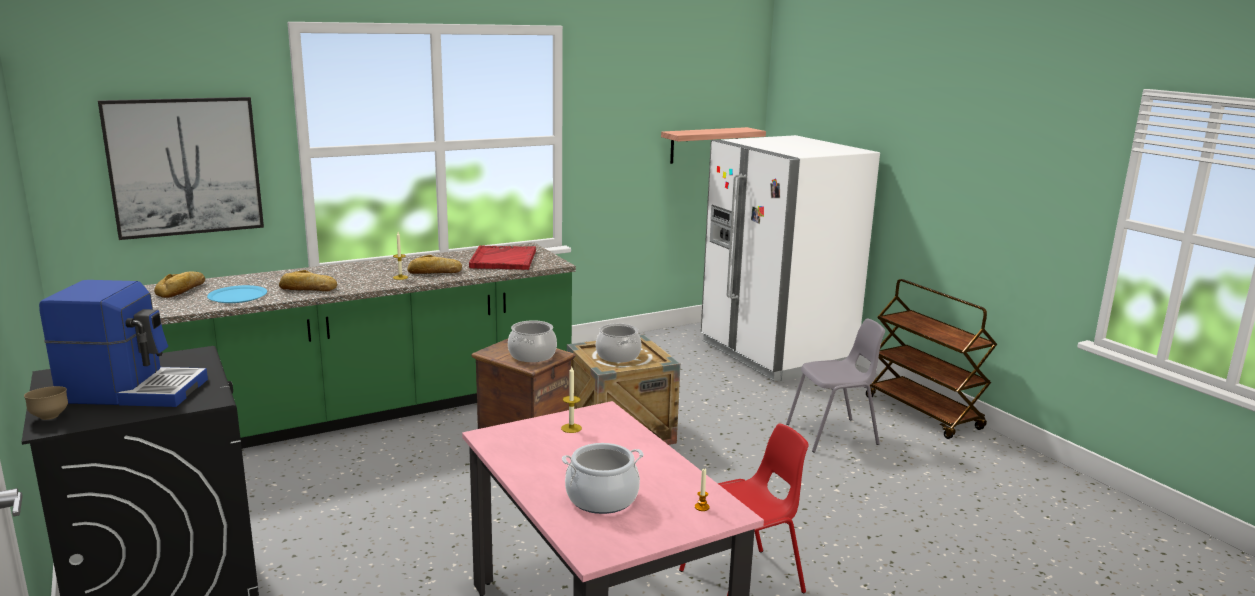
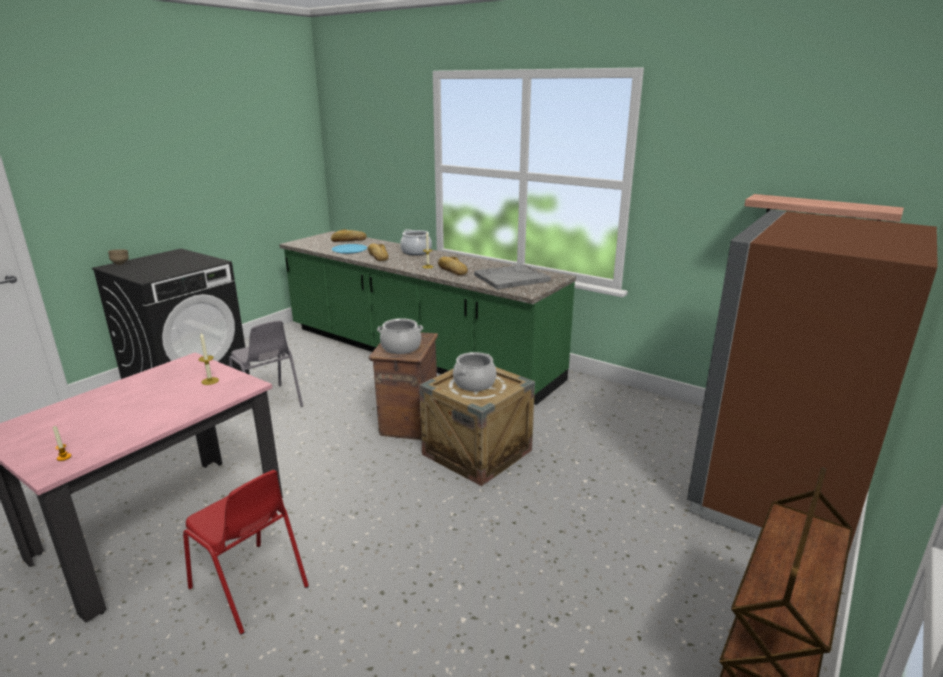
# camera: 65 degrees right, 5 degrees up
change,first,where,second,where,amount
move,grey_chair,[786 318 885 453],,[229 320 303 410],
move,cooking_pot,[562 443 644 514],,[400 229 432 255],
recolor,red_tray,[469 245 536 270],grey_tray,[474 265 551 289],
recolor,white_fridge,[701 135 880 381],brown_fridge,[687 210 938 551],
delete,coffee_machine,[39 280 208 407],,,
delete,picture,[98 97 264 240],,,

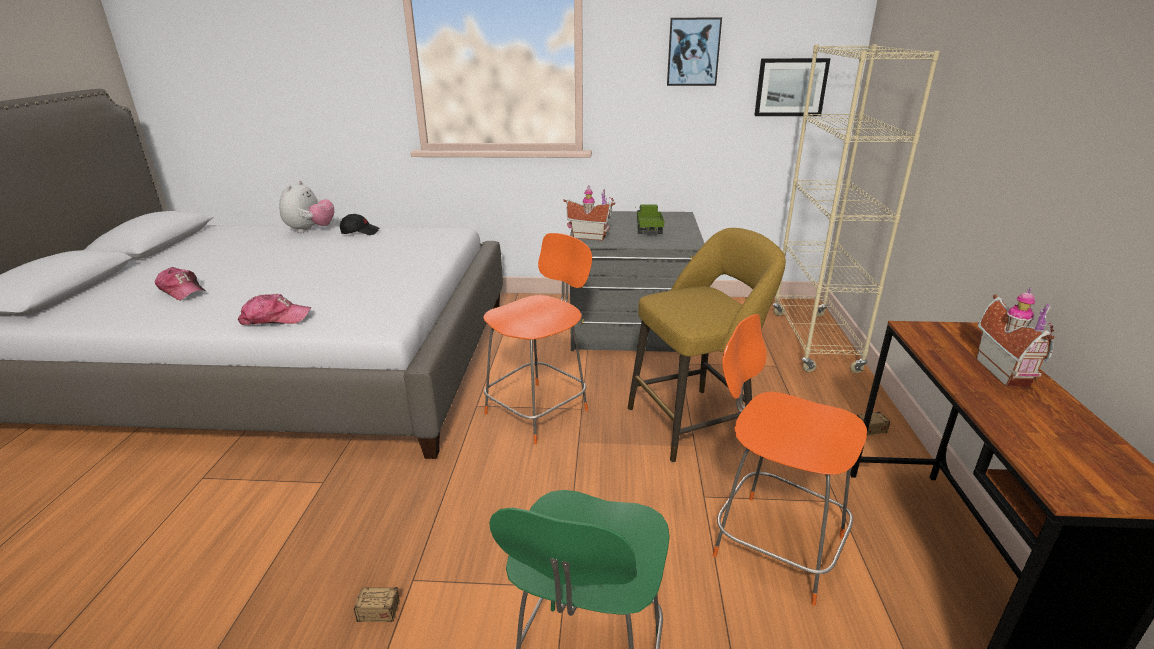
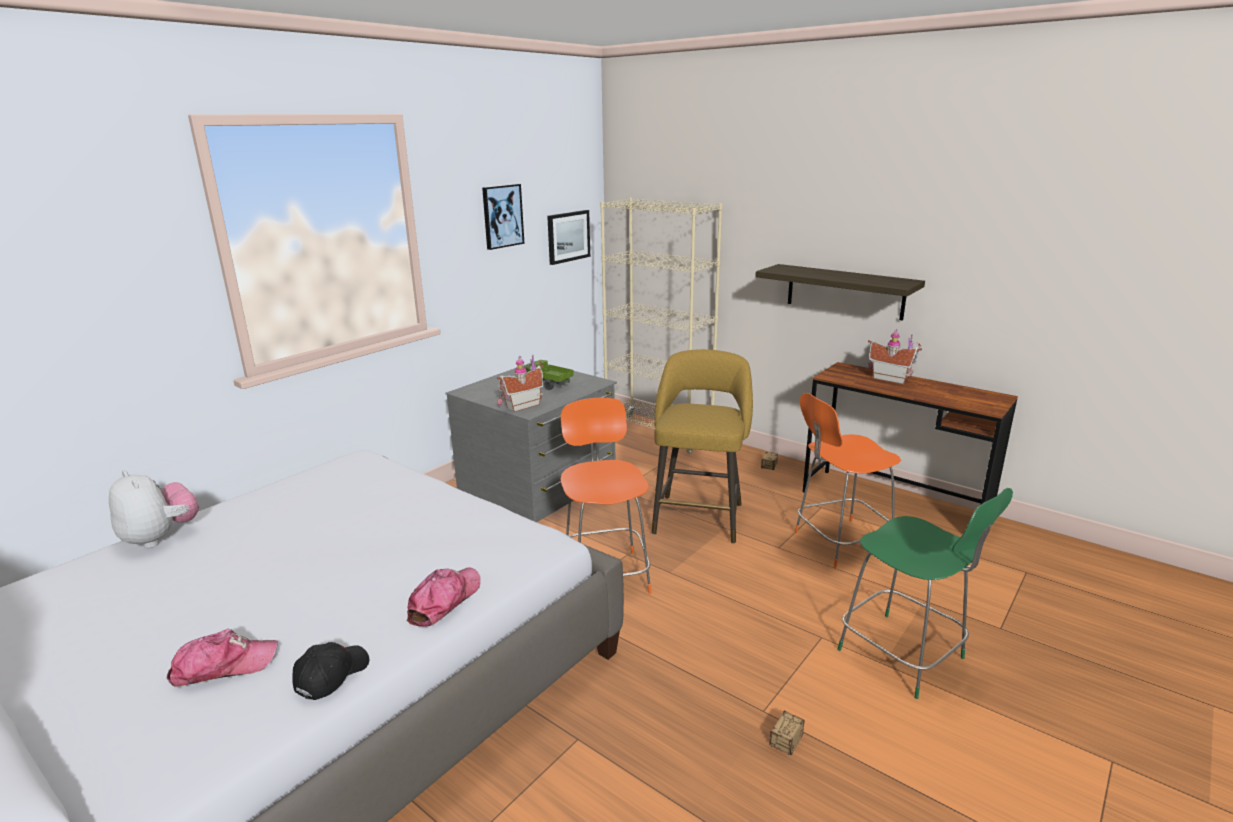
# camera: 55 degrees left, 5 degrees down
change,first,where,second,where,amount
move,black_cap,[340 214 379 235],,[292 642 369 700],
insert,,,shelf,[755 264 925 321],

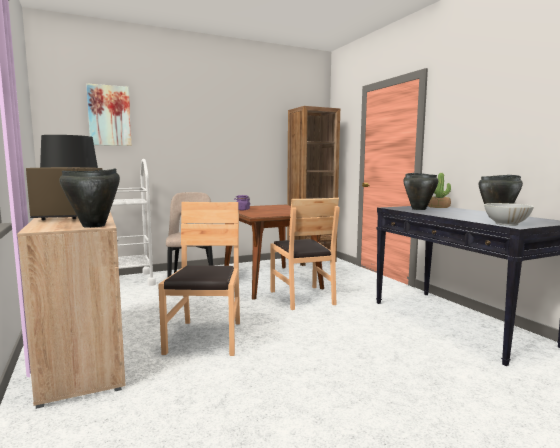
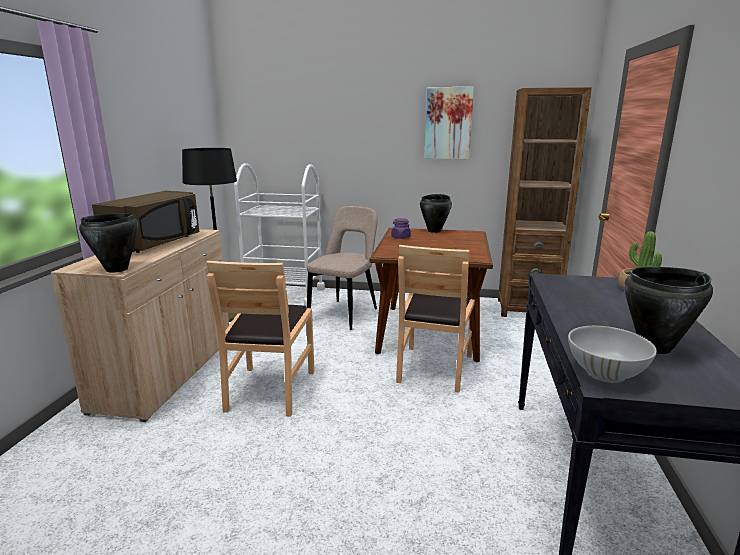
# camera: 35 degrees right, 10 degrees up
change,first,where,second,where,amount
rotate,brown_chair,[158 202 240 356],,[206 260 315 417],150 degrees clockwise
move,black_cooking_pot,[403 173 438 210],,[420 194 452 233],
move,picture,[86 83 132 146],,[425 87 474 159],

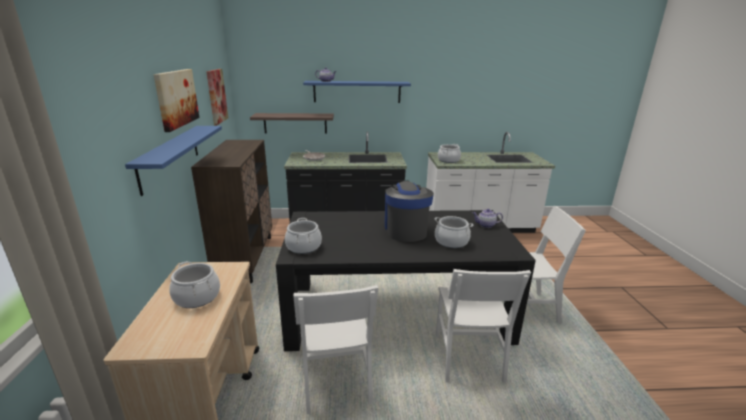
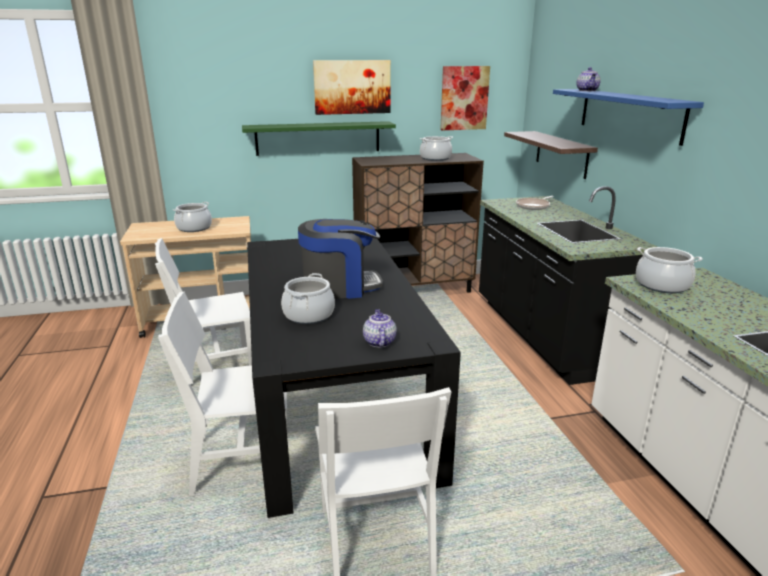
# camera: 80 degrees right, 0 degrees up
change,first,where,second,where,amount
recolor,blue_shelf,[125 126 222 196],green_shelf,[242 121 396 156],
move,cooking_pot,[285 218 322 254],,[420 136 453 161],

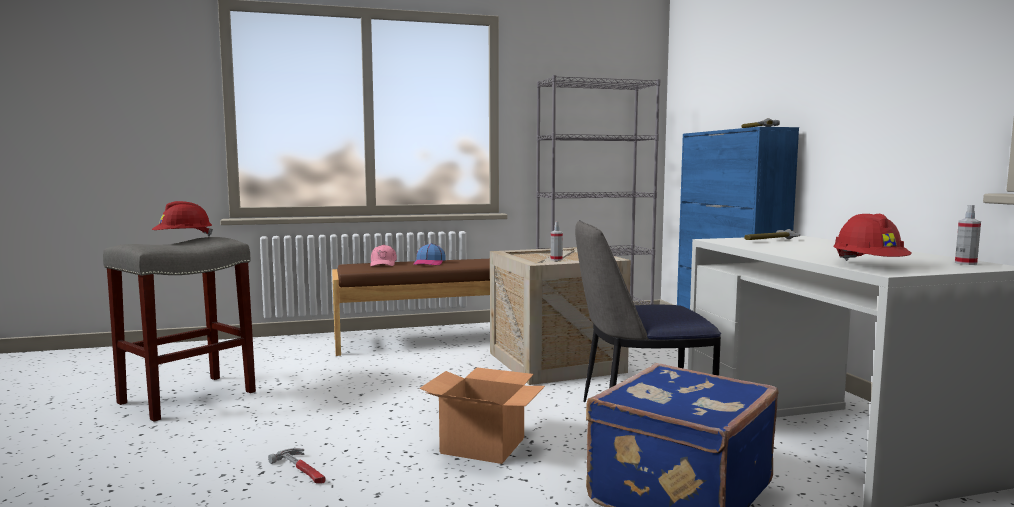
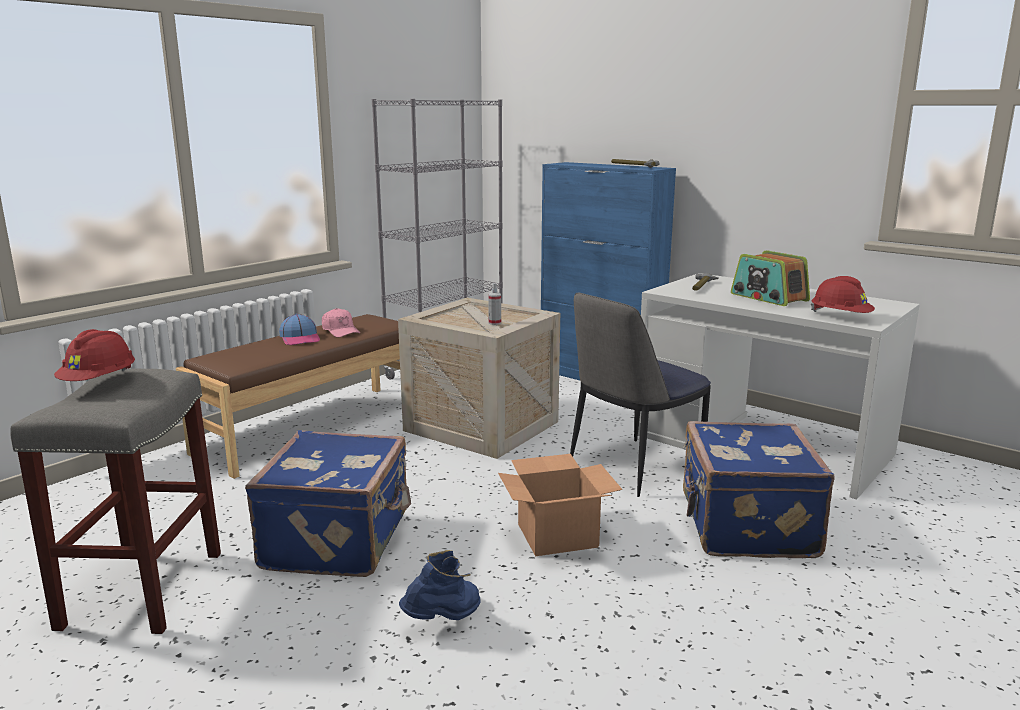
# camera: 35 degrees left, 10 degrees up
change,first,where,second,where,amount
insert,,,blue_suitcase,[245 430 411 577],
move,pink_cap,[370 244 397 267],,[322 308 360 337],
replace,hammer,[268 448 326 483],blue_boot,[399 550 480 620],
insert,,,radio,[731 250 810 306],
delete,spray_bottle,[955 205 981 265],,,

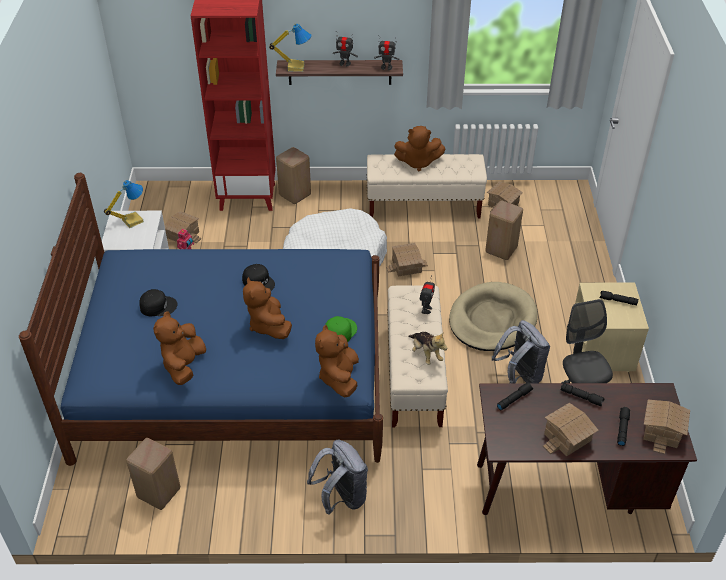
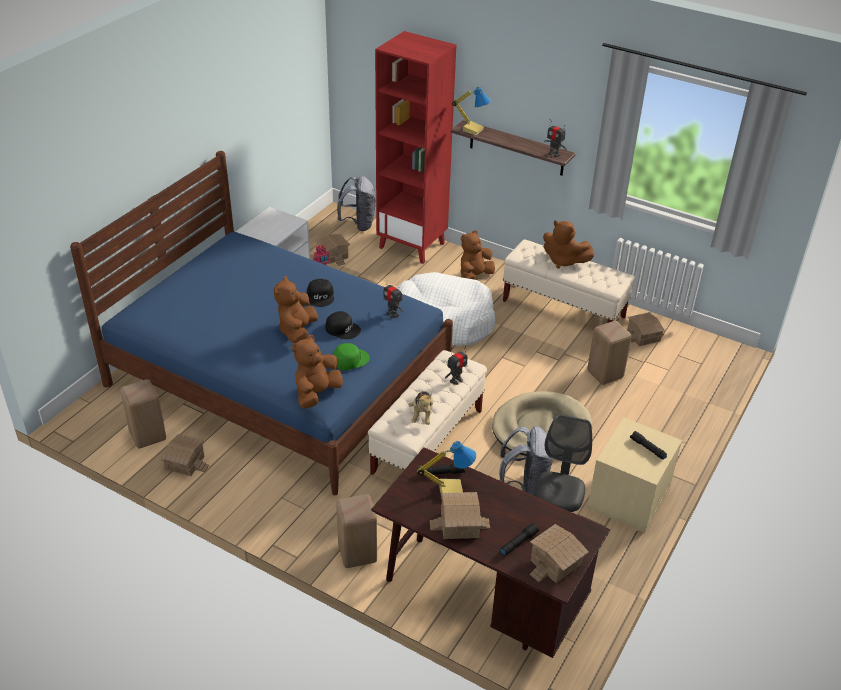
# camera: 30 degrees right, 5 degrees down
change,first,where,second,where,amount
move,toy_house,[386 243 428 276],,[161 434 209 476],
move,black_cap,[139 289 177 316],,[325 311 361 339],
move,beige_stool,[276 147 311 204],,[336 494 377 568],
move,grey_backpack,[307 440 368 515],,[337 176 375 231],
move,toy_robot,[333 33 358 66],,[383 278 404 318],
move,table_lamp,[104 180 144 228],,[416 441 476 498],
move,brown_plush_toy,[153 311 206 385],,[460 230 495 280],
delete,black_flashlight,[561 383 605 407],,,

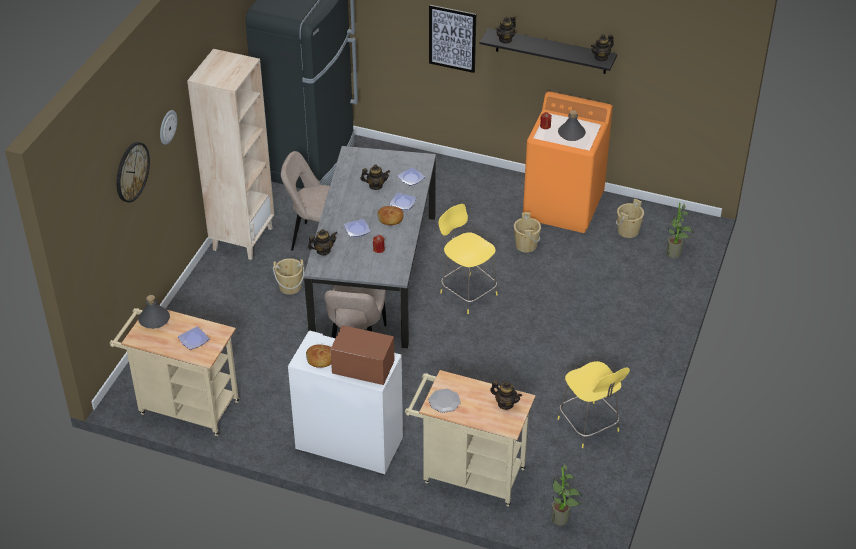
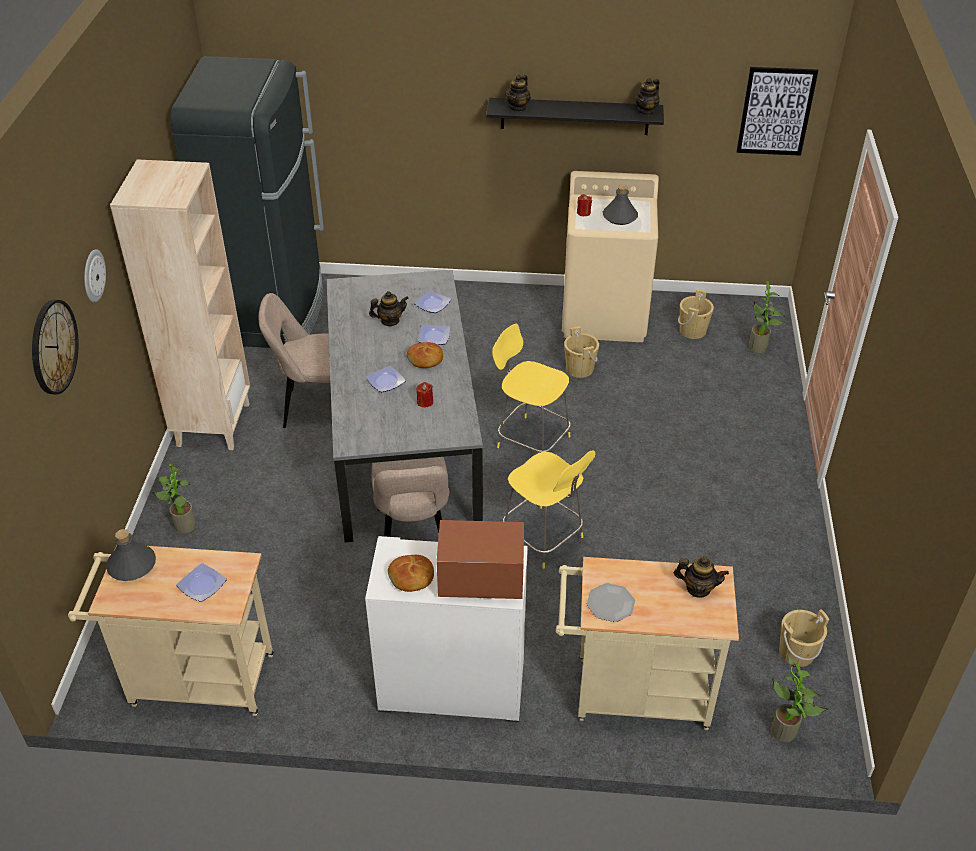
# camera: 15 degrees left, 0 degrees up
change,first,where,second,where,amount
insert,,,potted_plant,[152 464 196 534],
move,yellow_stool,[558 361 630 448],,[503 450 595 569],
recolor,orange_washing_machine,[523 91 613 233],beige_washing_machine,[562 171 659 342],
move,picture,[429 5 476 73],,[736 67 818 156],
move,beige_bucket,[273 258 304 295],,[779 609 829 667],
delete,teapot,[308 229 337 255],,,

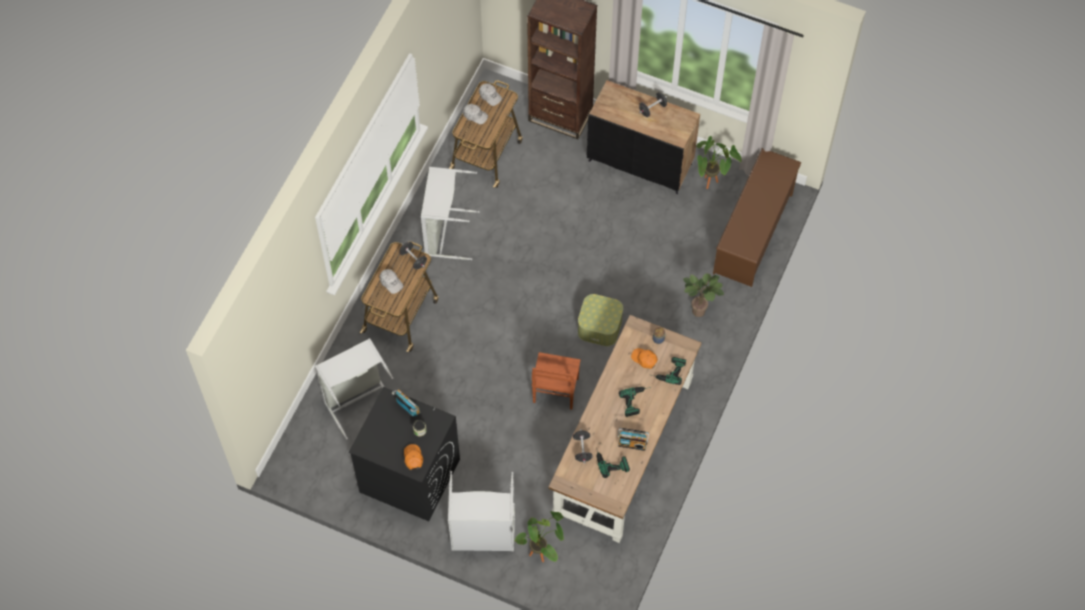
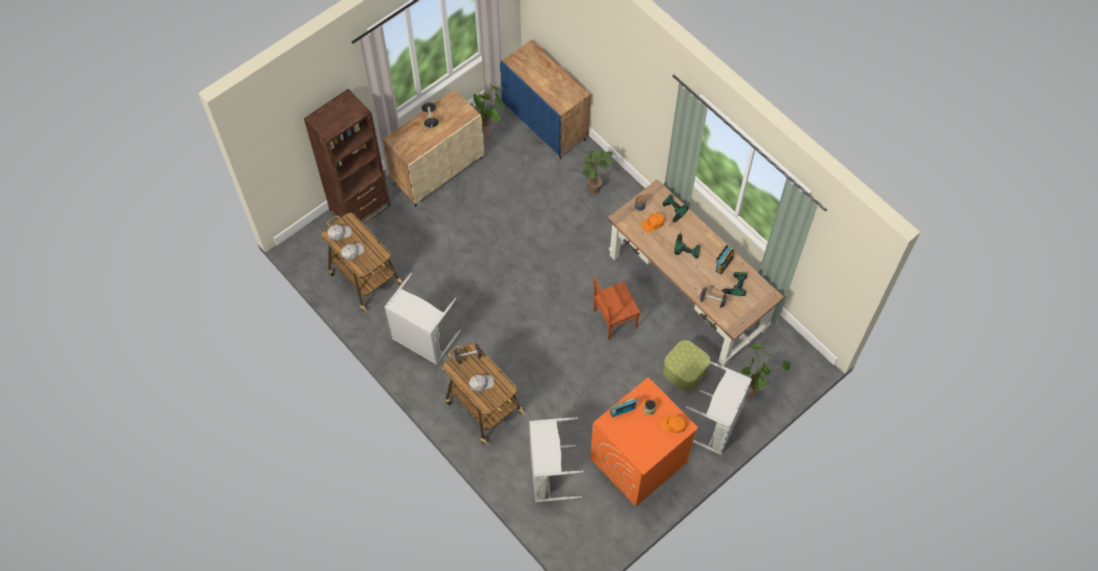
# camera: 65 degrees left, 0 degrees up
change,first,where,second,where,amount
recolor,black_cabinet,[587 80 700 194],beige_cabinet,[383 89 484 207],
replace,brown_shoe_rack,[713 148 802 287],blue_cabinet,[500 40 591 159],
recolor,black_washing_machine,[349 387 460 521],orange_washing_machine,[590 377 699 507],
rotate,brown_chair,[532 352 581 410],,[594 277 640 340],120 degrees clockwise
move,storage_box,[578 294 623 346],,[663 340 710 391],

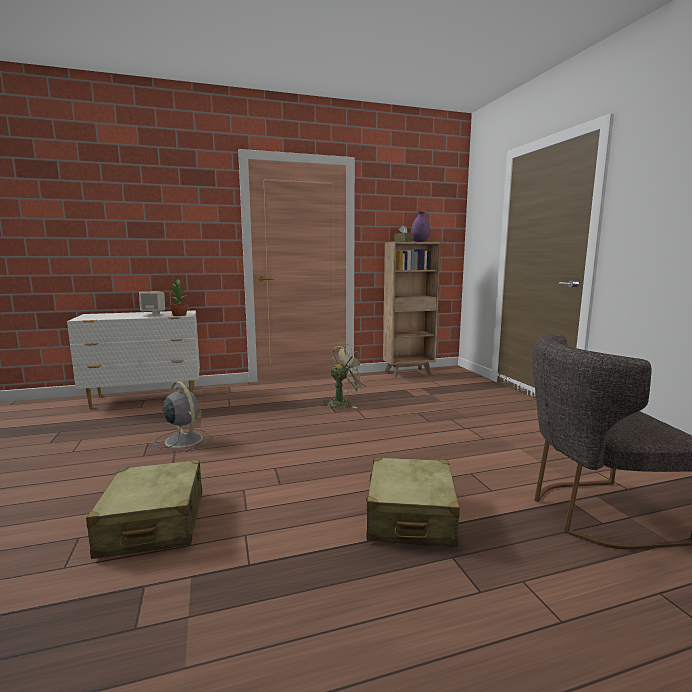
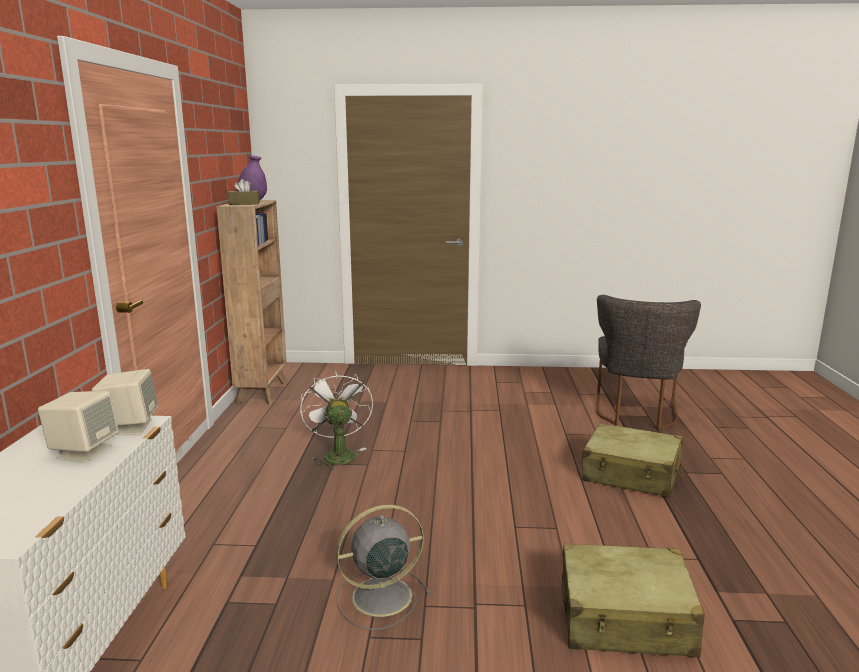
# camera: 70 degrees left, 5 degrees up
change,first,where,second,where,amount
replace,potted_plant,[169 279 188 316],beige_speaker,[92 369 158 435],
recolor,green_fan,[320 344 367 408],white_fan,[300 370 373 470],

